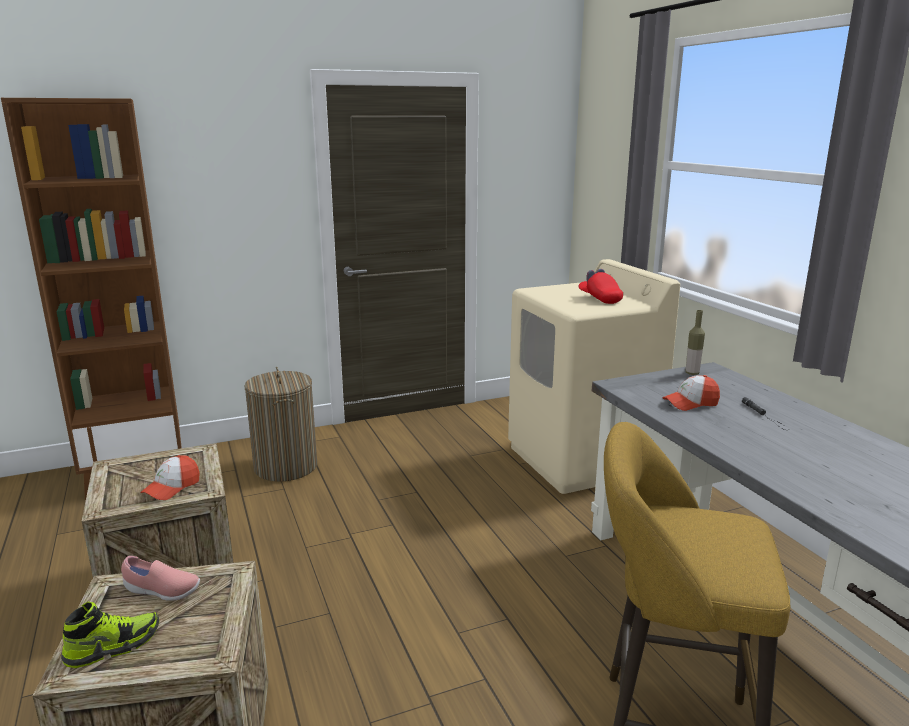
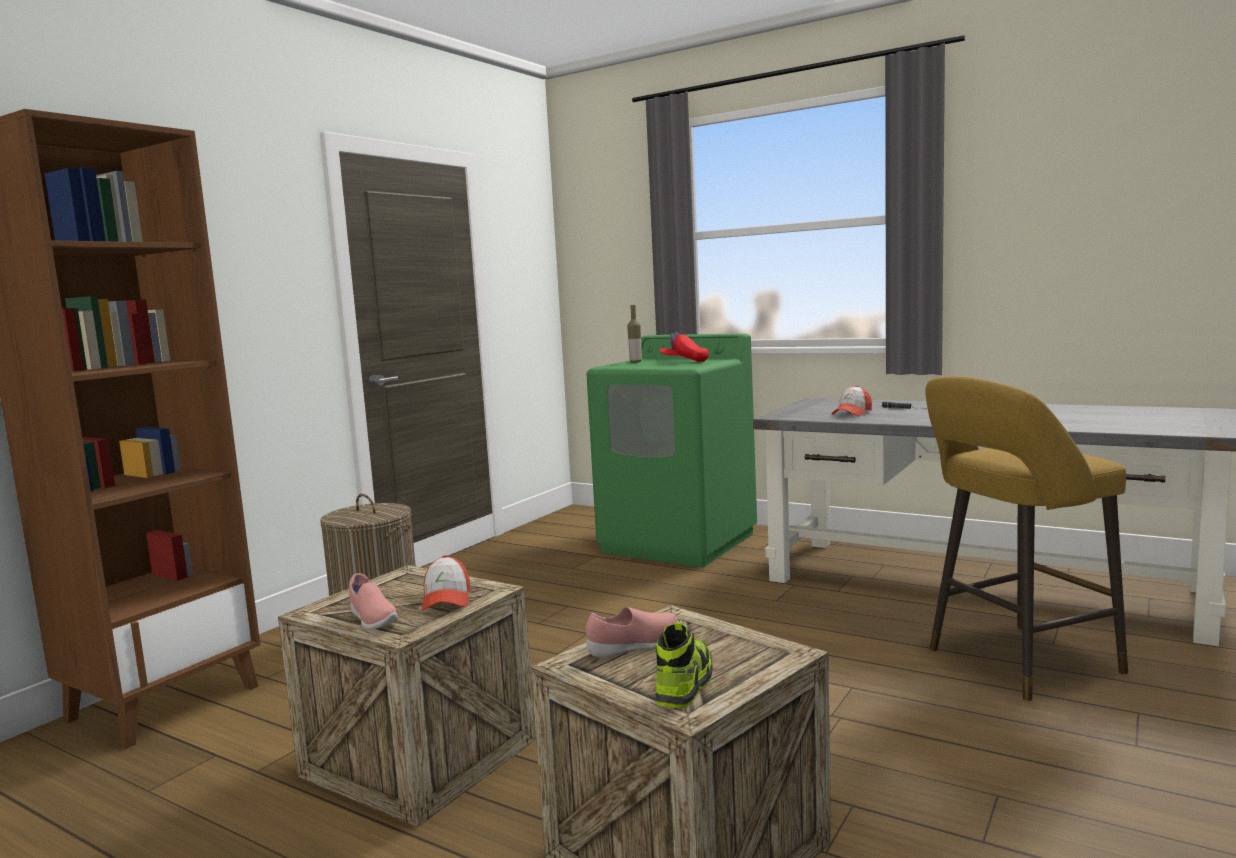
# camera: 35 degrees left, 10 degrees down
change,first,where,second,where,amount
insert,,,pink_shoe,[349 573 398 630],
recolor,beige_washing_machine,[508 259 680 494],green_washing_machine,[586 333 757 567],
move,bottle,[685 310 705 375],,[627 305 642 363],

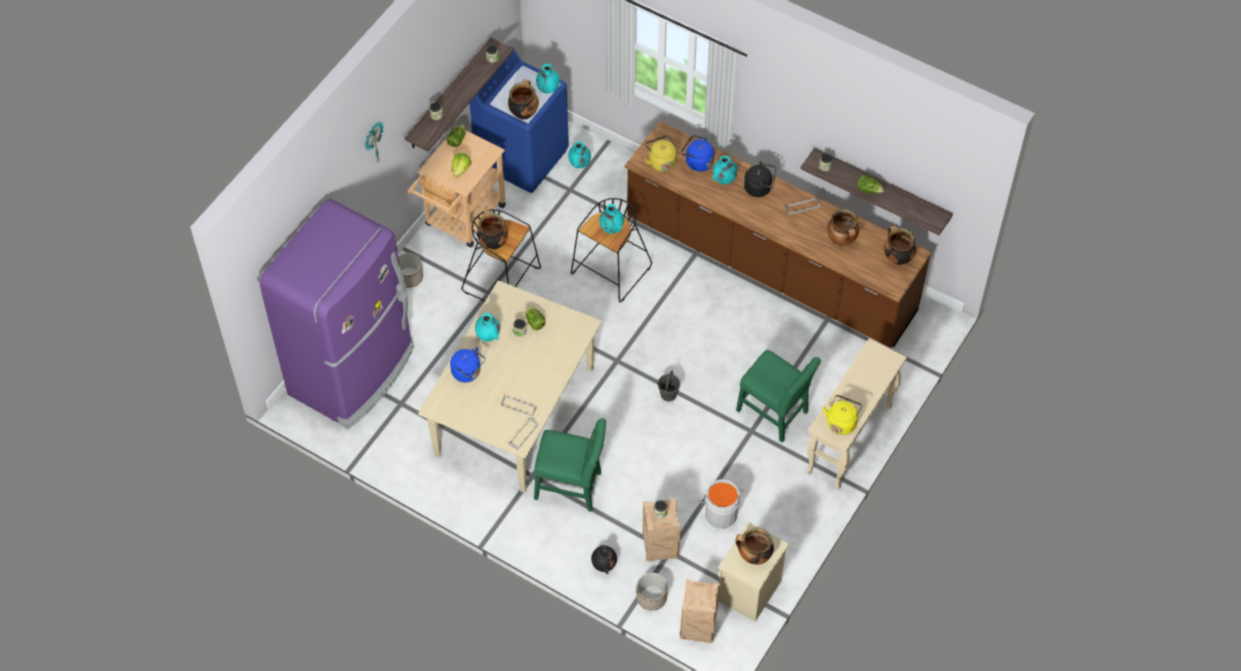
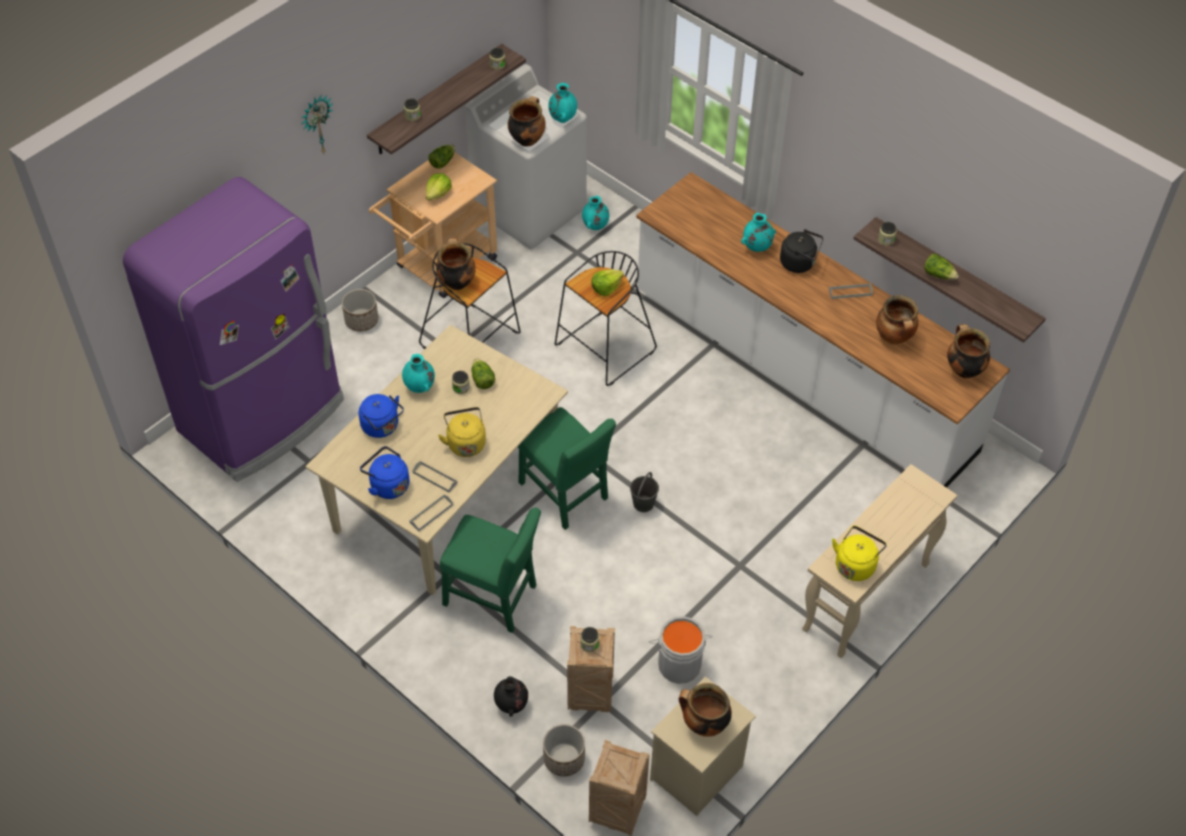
# camera: 10 degrees right, 5 degrees down
change,first,where,second,where,amount
move,blue_kettle,[681 135 714 172],,[360 446 409 499],
move,yellow_kettle,[645 135 677 172],,[438 407 486 457],
recolor,blue_washing_machine,[470 46 569 193],white_washing_machine,[465 64 587 249],
move,green_chair,[736 350 821 443],,[518 407 616 530],
replace,turquoise_vase,[600 204 624 234],lettuce,[591 269 624 296],
recolor,brown_counter,[625 121 932 348],white_counter,[636 172 1010 488],

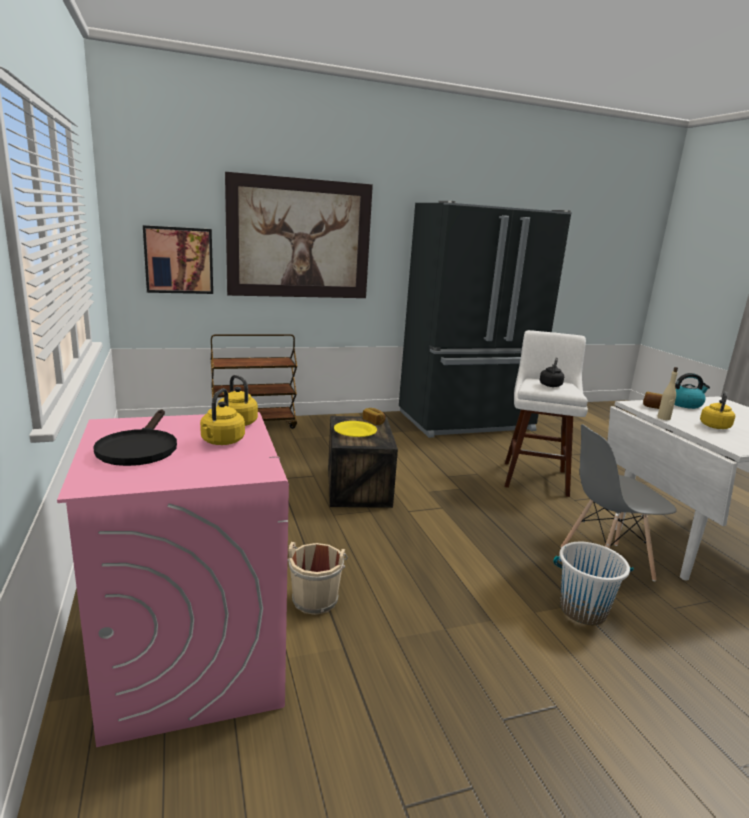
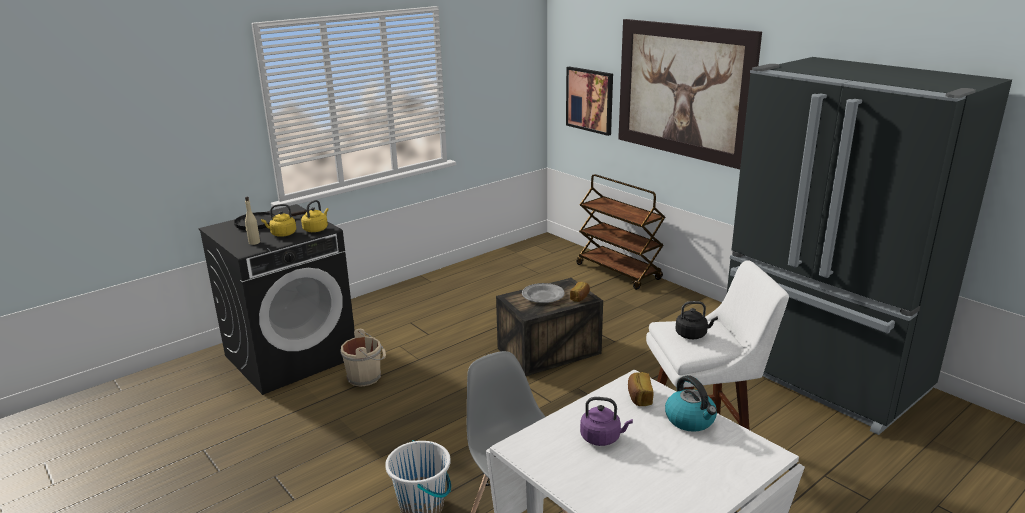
# camera: 70 degrees right, 5 degrees up
change,first,where,second,where,amount
recolor,pink_washing_machine,[57 412 289 747],black_washing_machine,[199 204 355 395],
move,beige_bottle,[657 367 678 420],,[245 197 260 245],
recolor,yellow_plate,[334 421 377 437],grey_plate,[522 283 565 303],
recolor,yellow_kettle,[700 392 735 429],purple_kettle,[580 397 633 446],

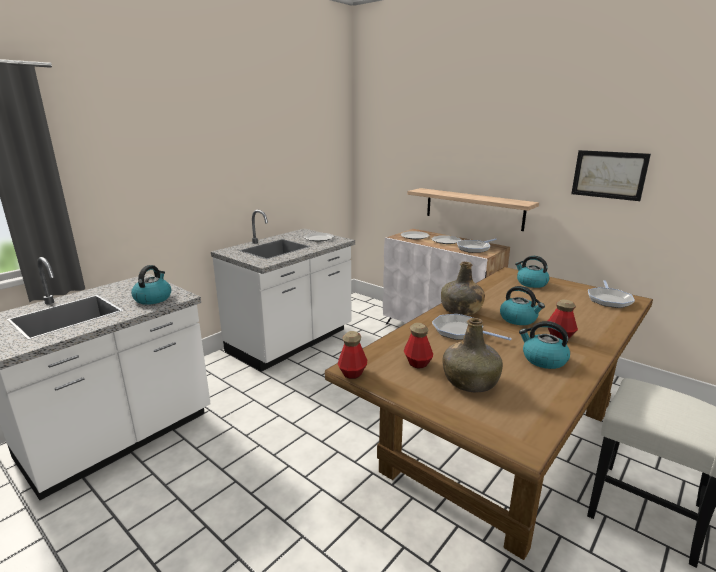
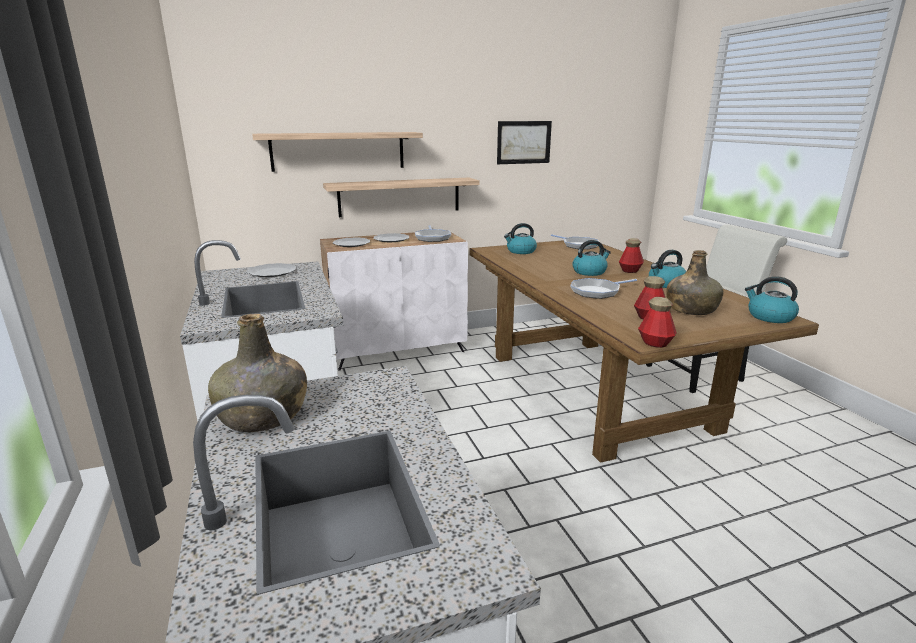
# camera: 60 degrees left, 0 degrees up
change,first,where,second,where,amount
move,green_bottle,[441 262 485 316],,[208 314 307 432],
insert,,,shelf,[252 132 423 172],
move,kettle,[131 265 171 305],,[745 276 799 323],

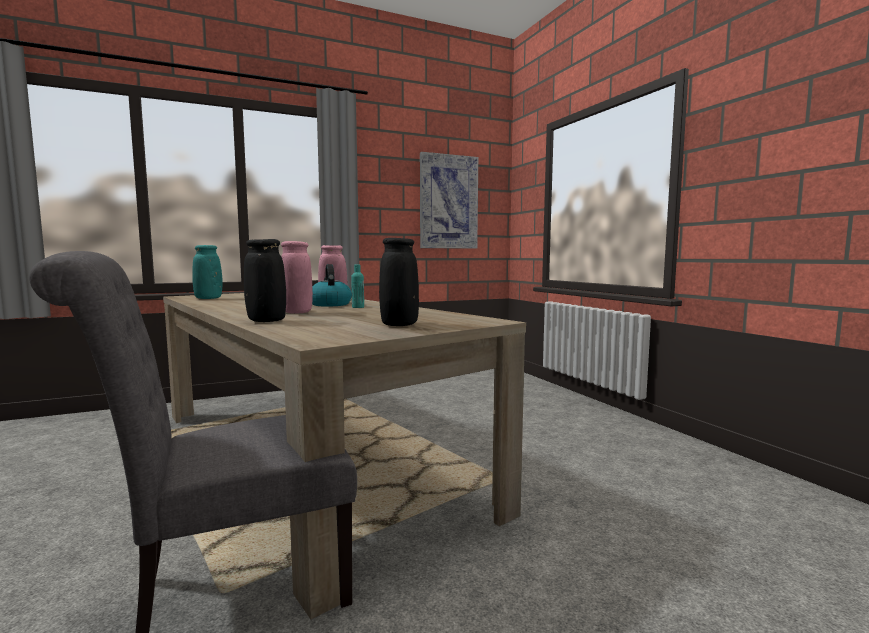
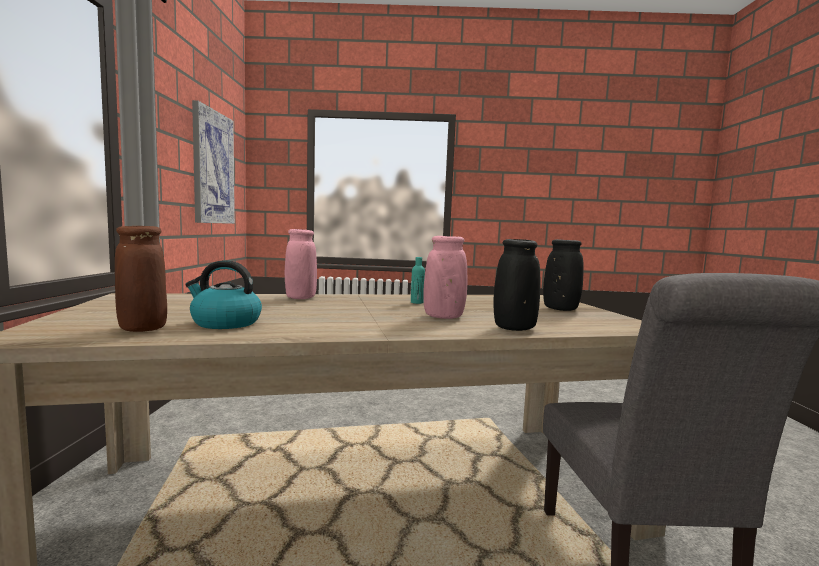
# camera: 65 degrees left, 0 degrees up
change,first,where,second,where,amount
recolor,turquoise_vase,[192 245 223 299],brown_vase,[115 226 167 332],
move,kettle,[312 264 352 306],,[185 260 262 329],

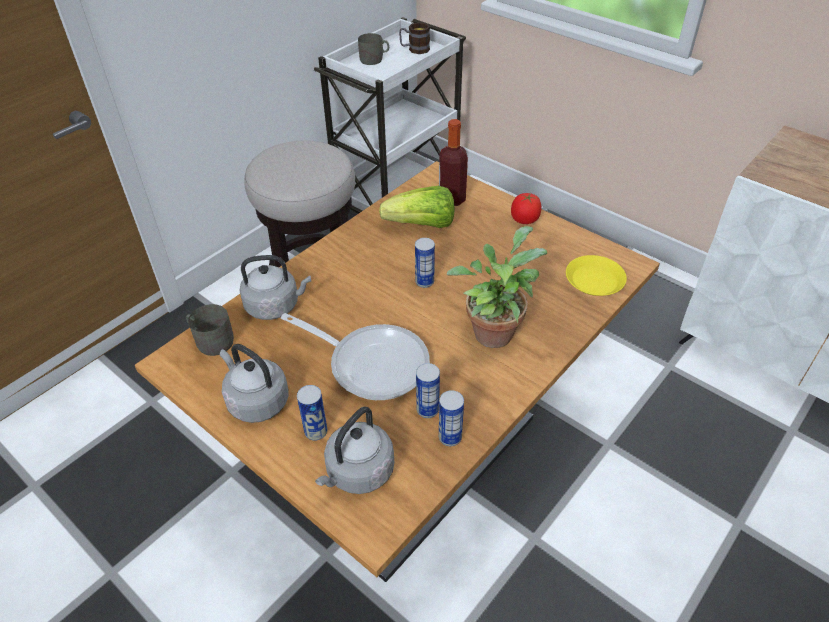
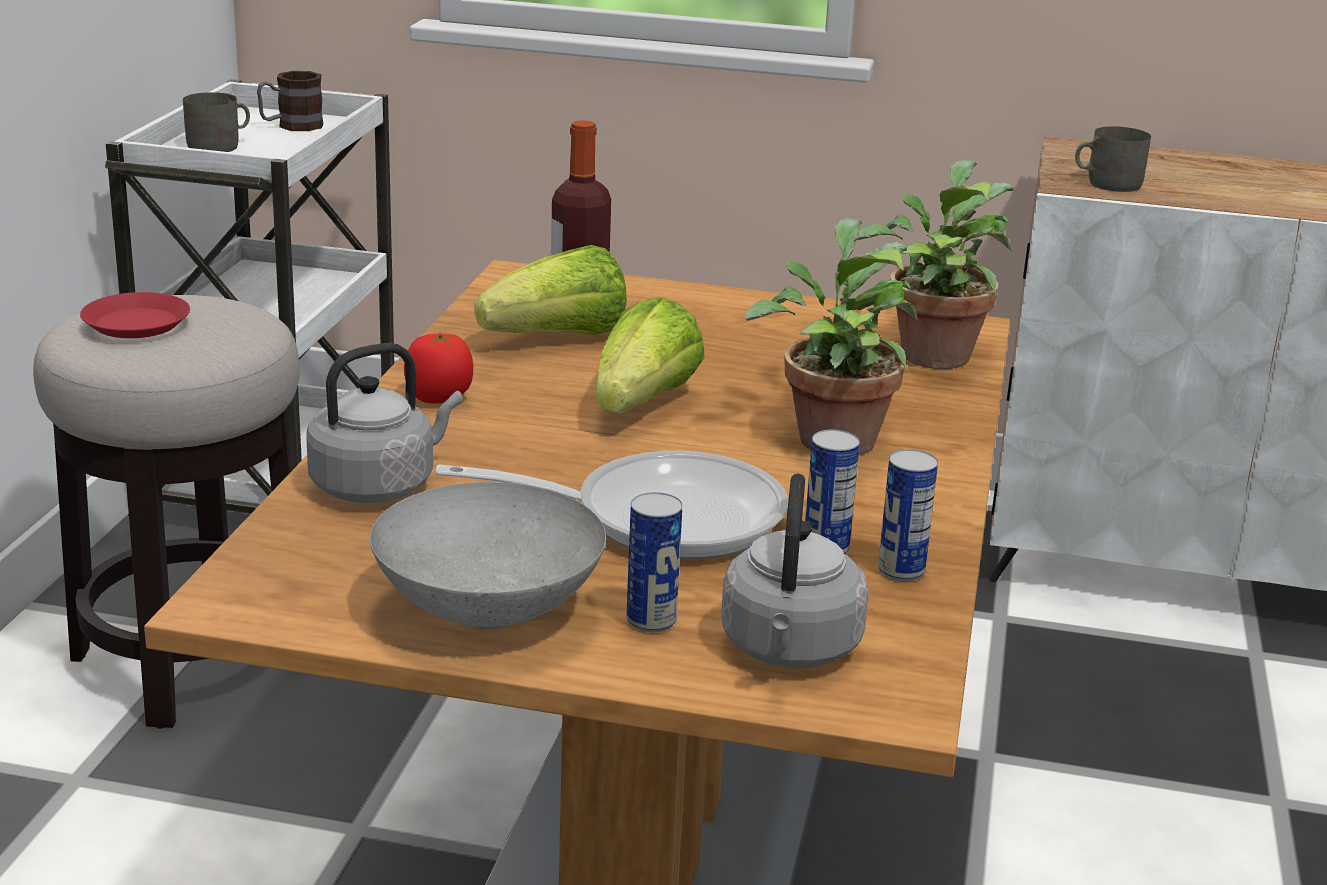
# camera: 30 degrees left, 20 degrees down
change,first,where,second,where,amount
insert,,,red_plate,[80 292 190 338],
replace,grey_kettle,[220 344 288 423],grey_bowl,[370 482 606 629],
move,tomato,[511 193 541 224],,[404 332 473 404],
replace,can,[415 238 435 288],lettuce,[595 297 704 413],
replace,yellow_plate,[566 255 627 296],potted_plant,[857 159 1013 369],
move,grey_mug,[186 304 234 356],,[1075 126 1151 192],

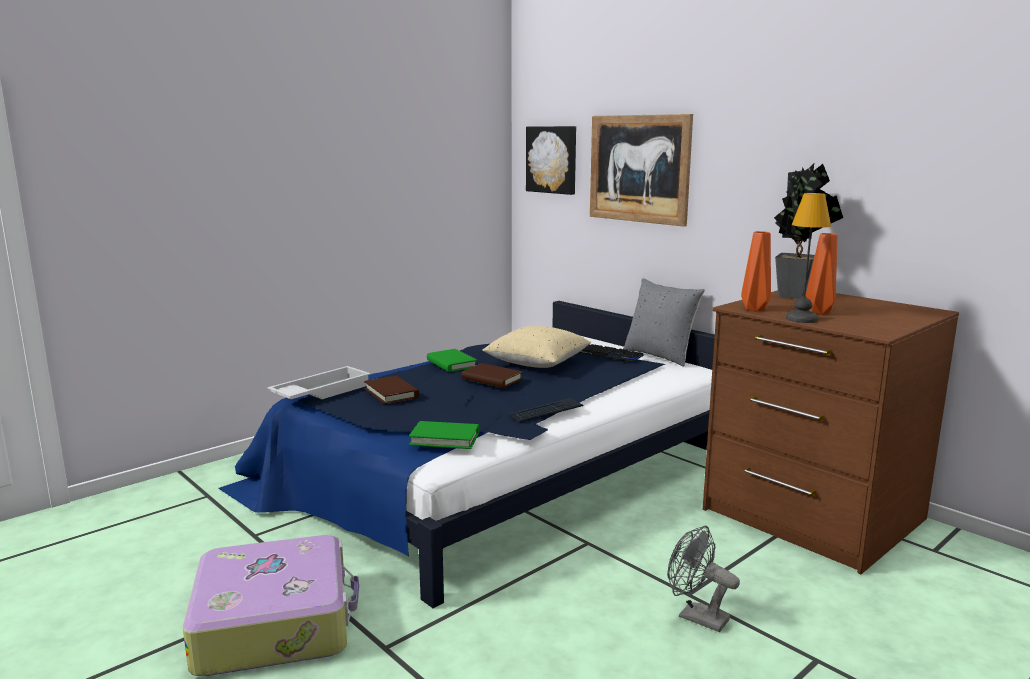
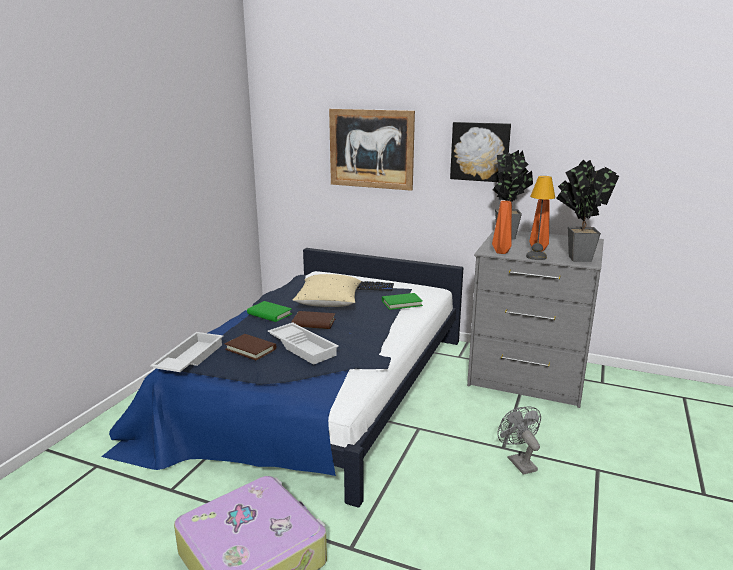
# camera: 25 degrees left, 5 degrees up
change,first,where,second,where,amount
insert,,,white_tray,[268 322 339 365],
move,green_book,[409 421 479 449],,[382 293 423 310],
move,picture,[526 126 576 195],,[450 122 511 182],
recolor,brown_dresser,[703 290 959 574],grey_dresser,[467 229 604 408],
rotate,grey_fan,[667 526 740 632],,[497 406 541 475],60 degrees clockwise
insert,,,potted_plant,[556 160 619 262],
delete,keyboard,[509 398 583 423],,,
delete,grey_pillow,[623 278 705 367],,,

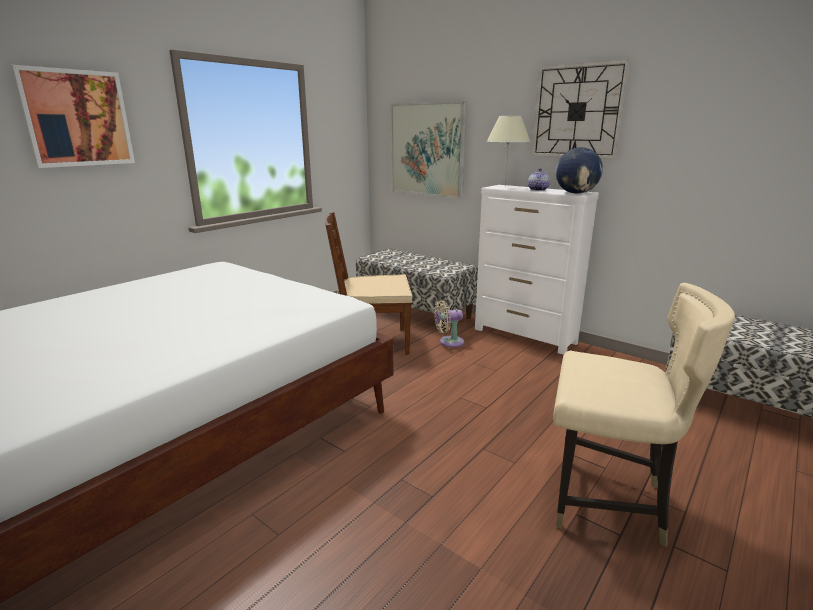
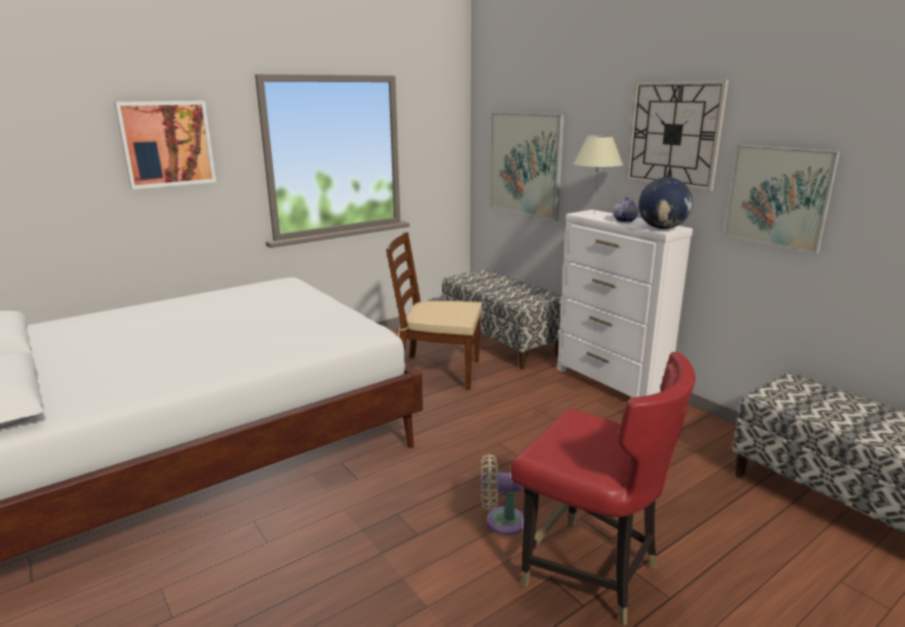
# camera: 15 degrees right, 0 degrees up
change,first,where,second,where,amount
move,beige_fan,[434 300 464 347],,[481 454 524 535],
recolor,beige_chair,[554 283 735 547],red_chair,[511 352 696 626],
insert,,,picture,[723 145 840 254],

